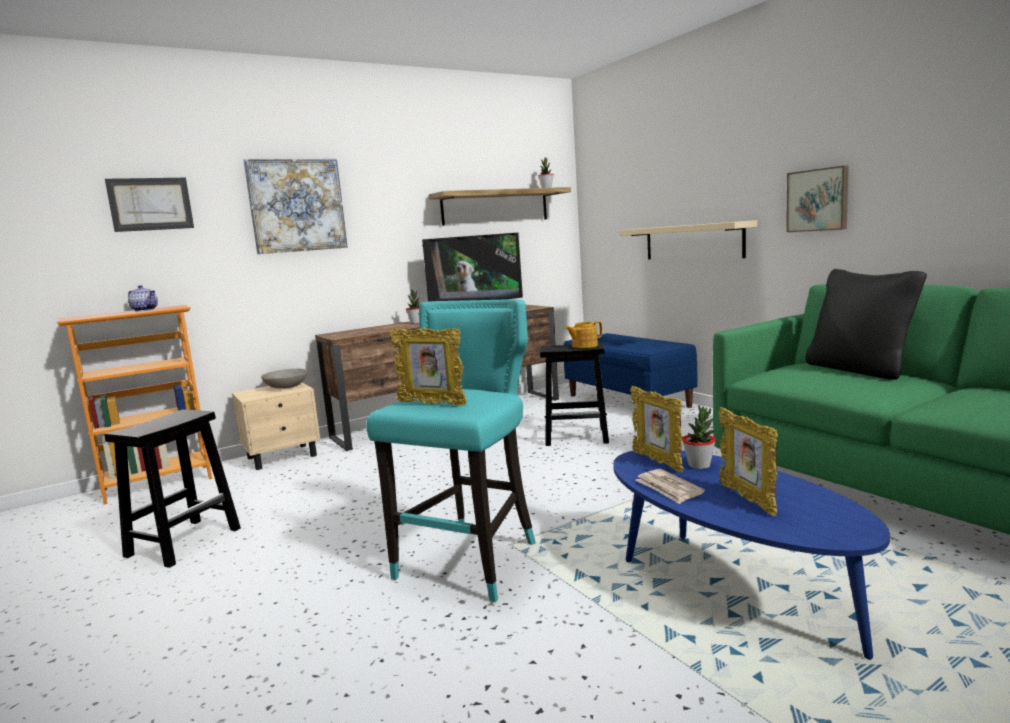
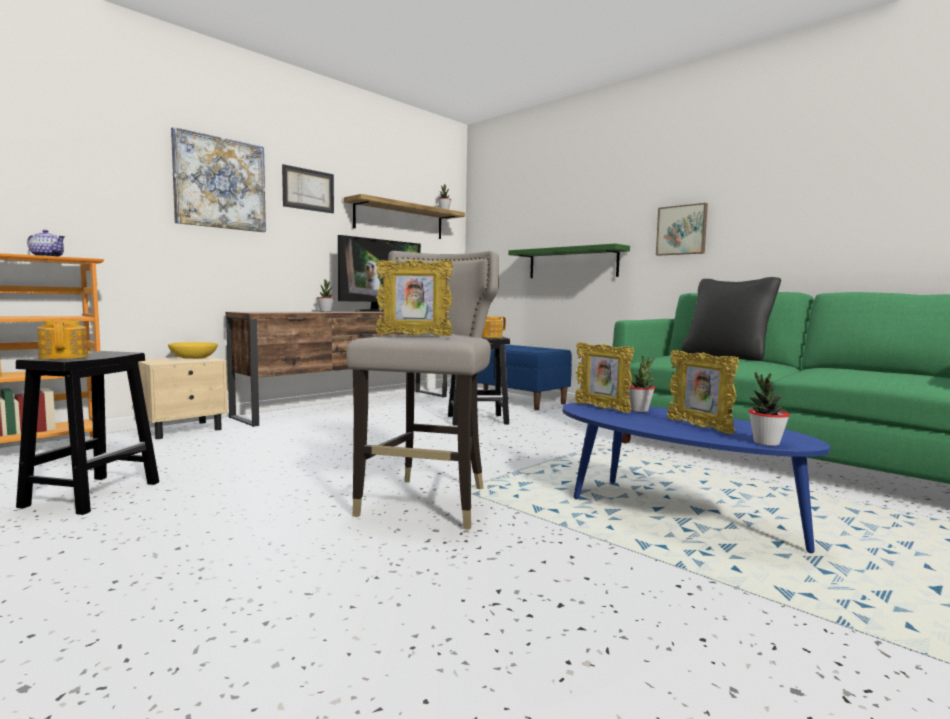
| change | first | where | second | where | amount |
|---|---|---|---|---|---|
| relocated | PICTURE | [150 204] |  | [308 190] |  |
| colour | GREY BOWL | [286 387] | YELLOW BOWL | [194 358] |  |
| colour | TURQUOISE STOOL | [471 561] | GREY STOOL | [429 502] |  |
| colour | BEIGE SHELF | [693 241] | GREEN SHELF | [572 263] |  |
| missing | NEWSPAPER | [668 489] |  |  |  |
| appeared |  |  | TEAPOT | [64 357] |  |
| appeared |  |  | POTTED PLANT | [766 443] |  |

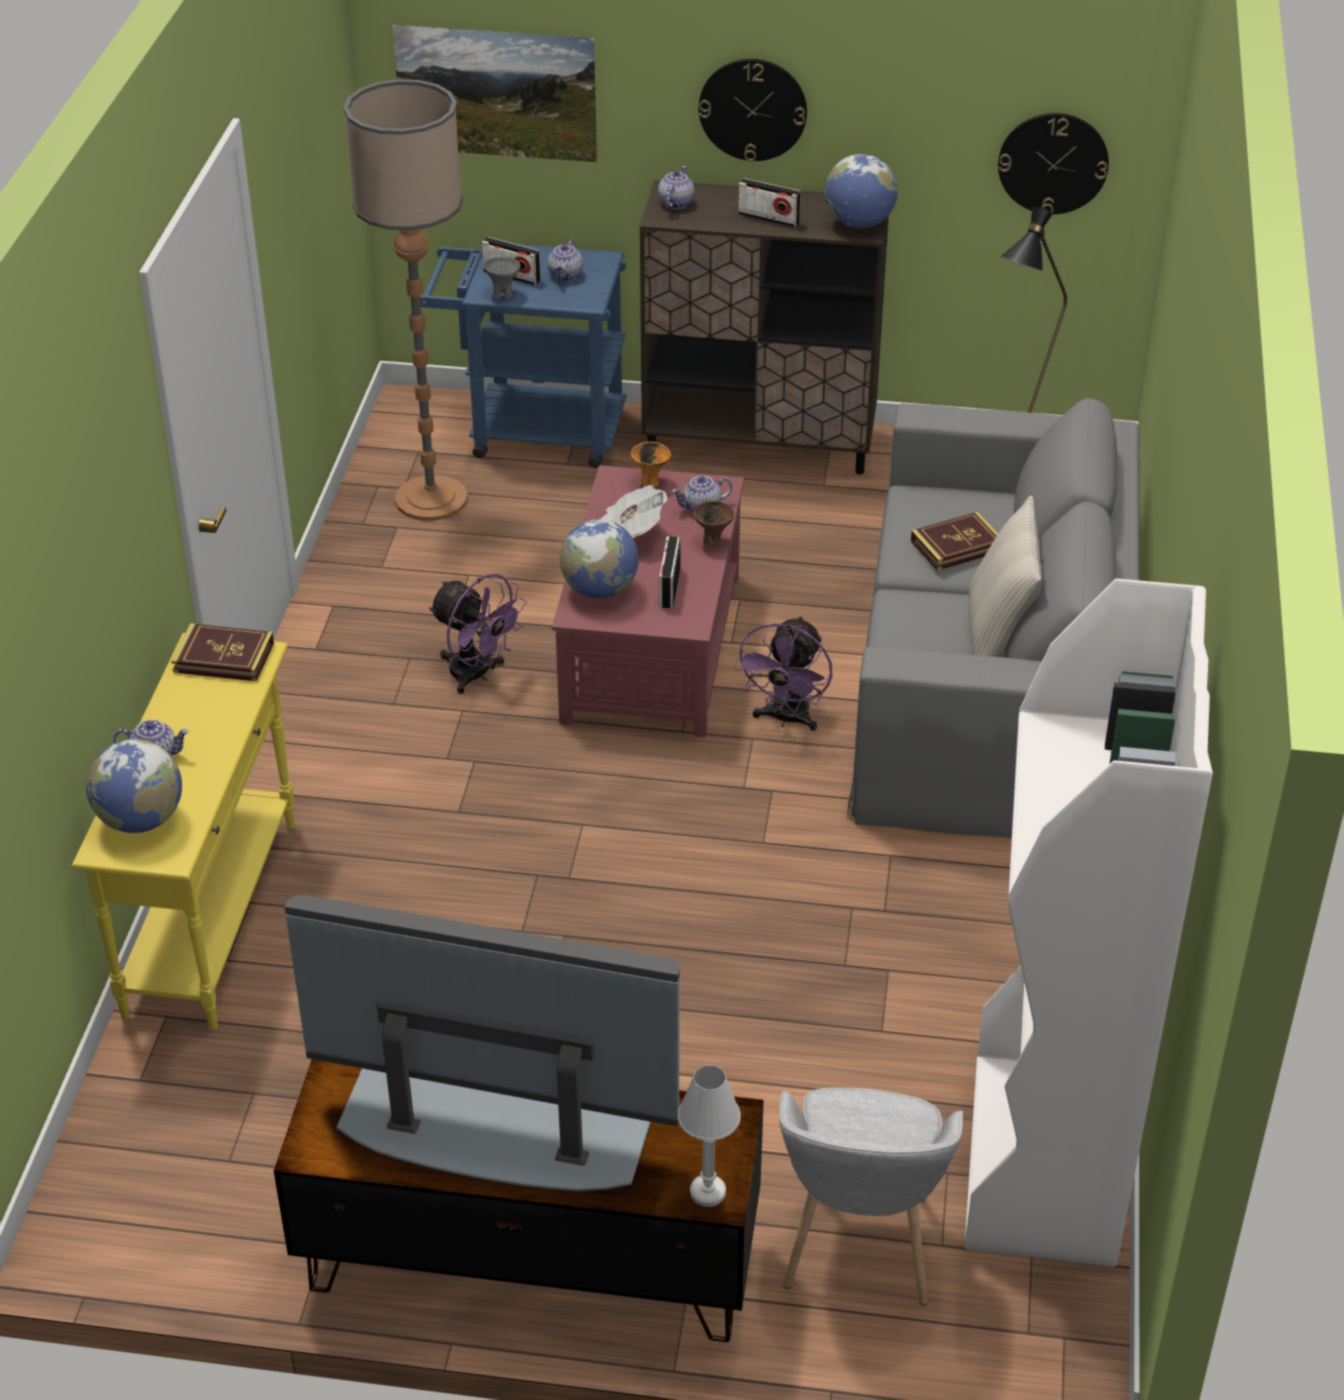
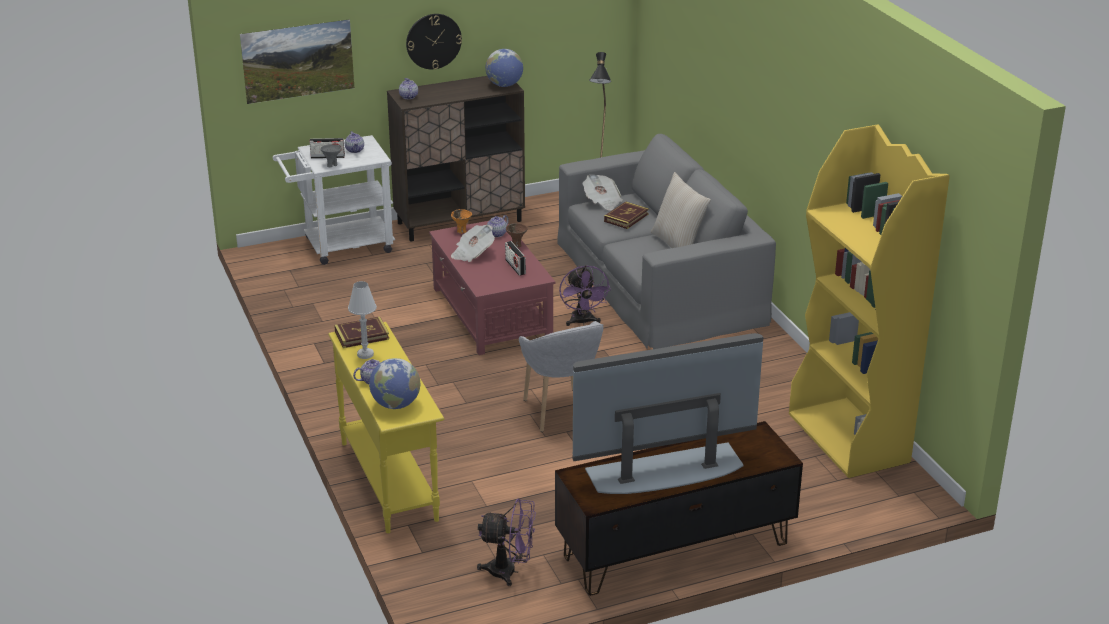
| change | first | where | second | where | amount |
|---|---|---|---|---|---|
| missing | FLOOR LAMP | [431 499] |  |  |  |
| colour | BLUE CART | [532 431] | WHITE CART | [340 246] |  |
| relocated | PURPLE FAN | [477 675] |  | [509 571] |  |
| missing | GLOBE | [599 590] |  |  |  |
| relocated | WHITE TABLE LAMP | [707 1192] |  | [365 354] |  |
| missing | RADIO | [768 218] |  |  |  |
| relocated | GREY ARMCHAIR | [859 1248] |  | [561 411] |  |
| colour | WHITE BOOKCASE | [1044 1162] | YELLOW BOOKCASE | [849 438] |  |
| missing | WALL CLOCK | [1053 163] |  |  |  |
| appeared |  |  | NEWSPAPER | [602 202] |  |

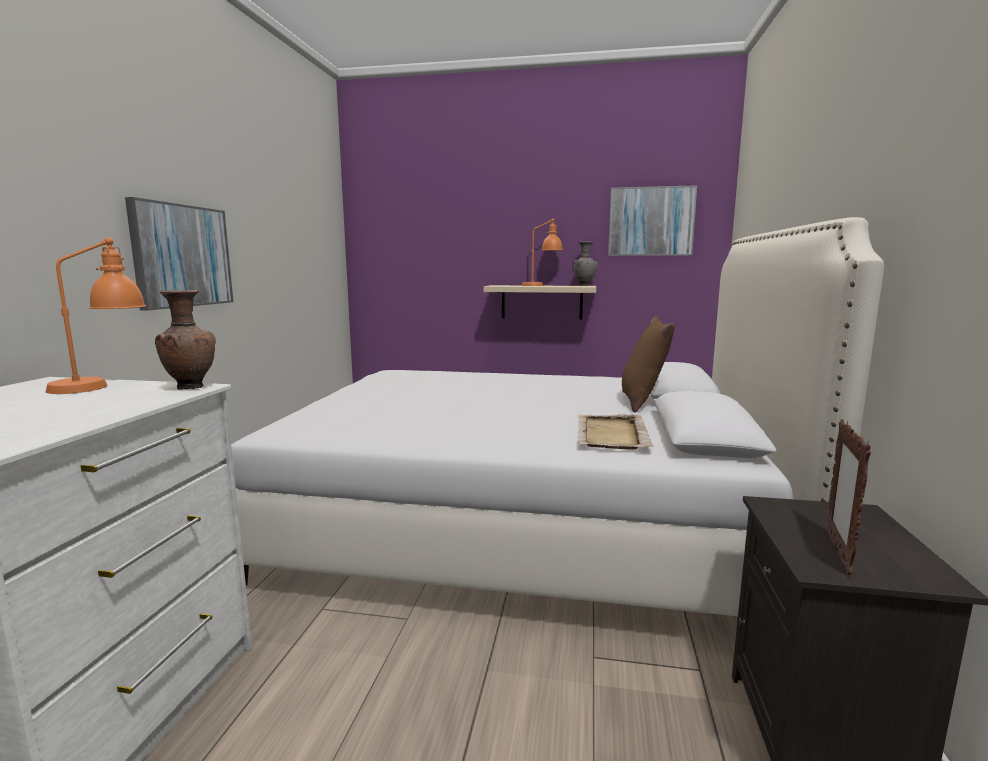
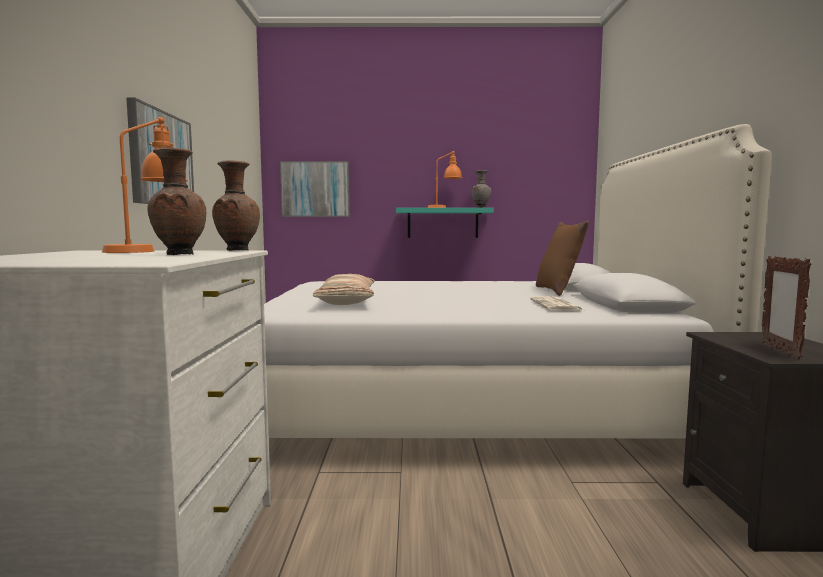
| change | first | where | second | where | amount |
|---|---|---|---|---|---|
| colour | BEIGE SHELF | [541 302] | TURQUOISE SHELF | [442 223] |  |
| exchanged | BEIGE TRAY | [611 434] | NEWSPAPER | [556 305] |  |
| relocated | PICTURE | [651 221] |  | [315 189] |  |
| appeared |  |  | BROWN VASE | [178 255] |  |
| appeared |  |  | PILLOW | [347 301] |  |

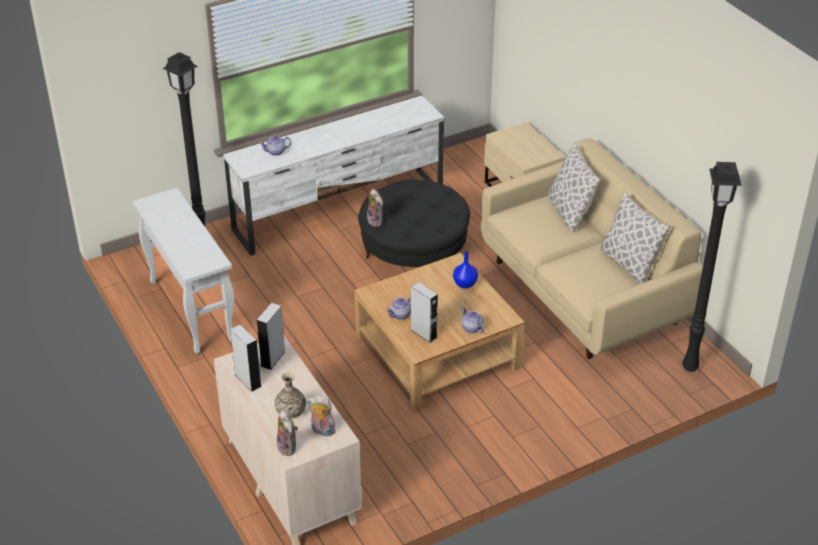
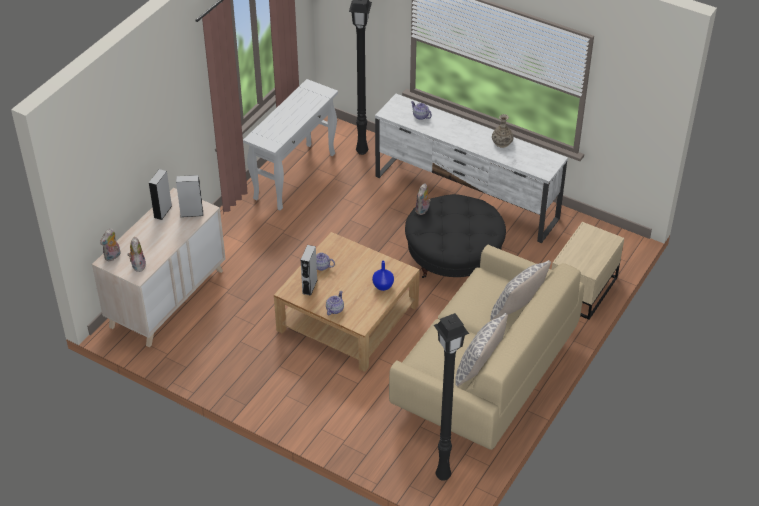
| change | first | where | second | where | amount |
|---|---|---|---|---|---|
| relocated | VASE | [291 411] |  | [502 142] |  |

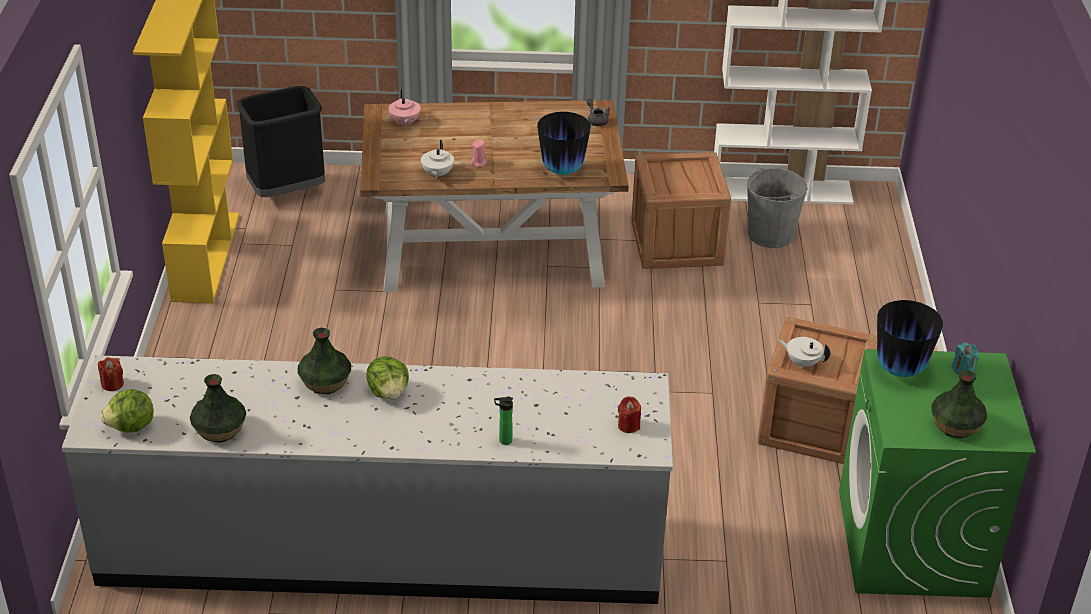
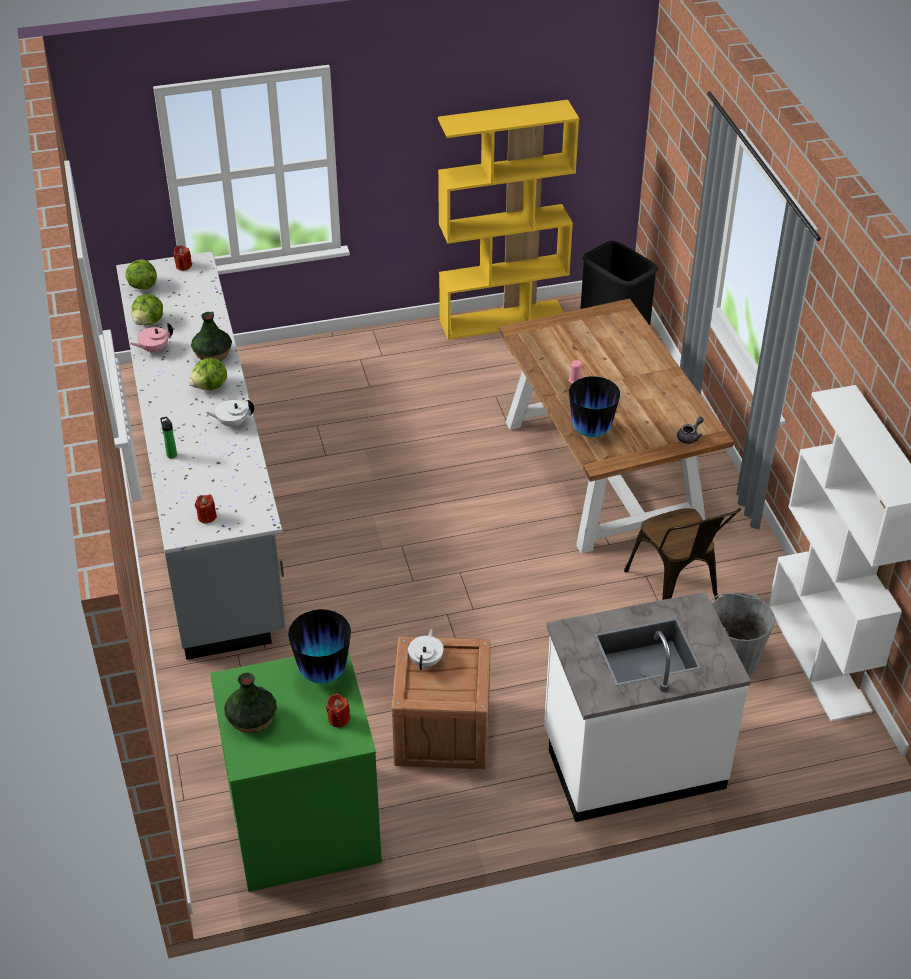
| change | first | where | second | where | amount |
|---|---|---|---|---|---|
| exchanged | VASE | [220 429] | LETTUCE | [149 322] |  |
| relocated | PINK TEAPOT | [404 122] |  | [154 349] |  |
| relocated | WHITE TEAPOT | [437 174] |  | [232 423] |  |
| exchanged | CRATE | [676 243] | BROWN CHAIR | [677 591] |  |
| colour | TURQUOISE CANDLE | [962 369] | RED CANDLE | [338 719] |  |
| appeared |  |  | WHITE COUNTER | [632 760] |  |

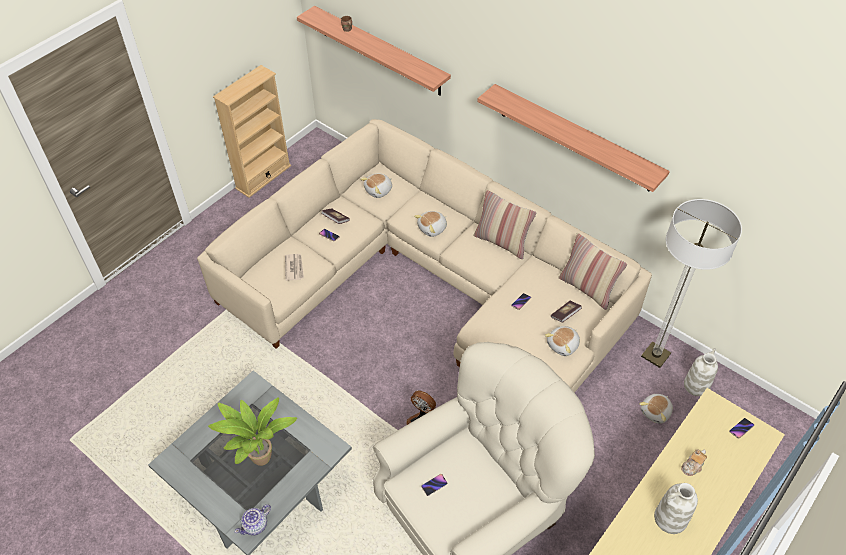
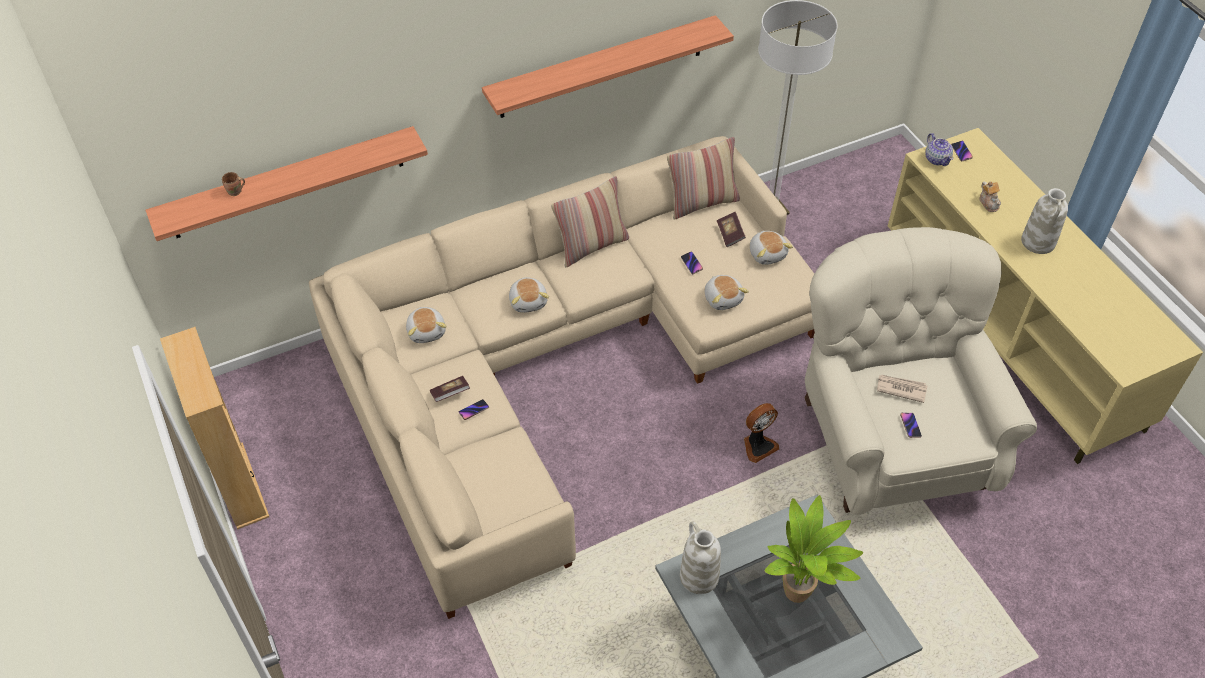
| change | first | where | second | where | amount |
|---|---|---|---|---|---|
| relocated | TEAPOT | [255 525] |  | [937 159] |  |
| relocated | NEWSPAPER | [294 268] |  | [901 388] |  |
| relocated | PLUSH TOY | [656 412] |  | [723 298] |  |
| relocated | WHITE VASE | [696 385] |  | [698 576] |  |

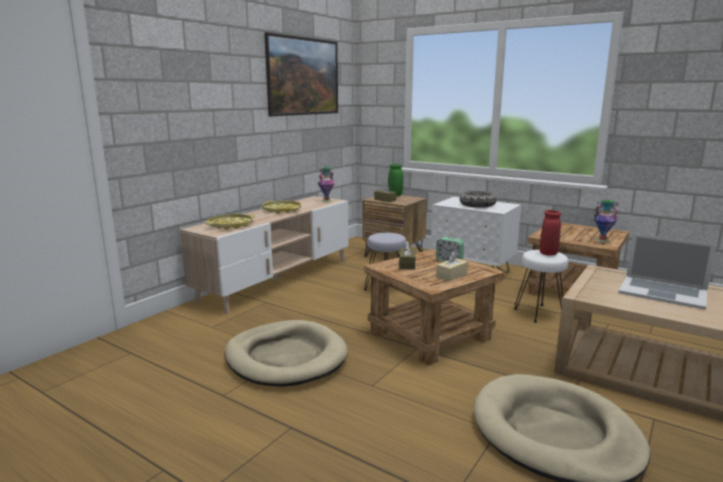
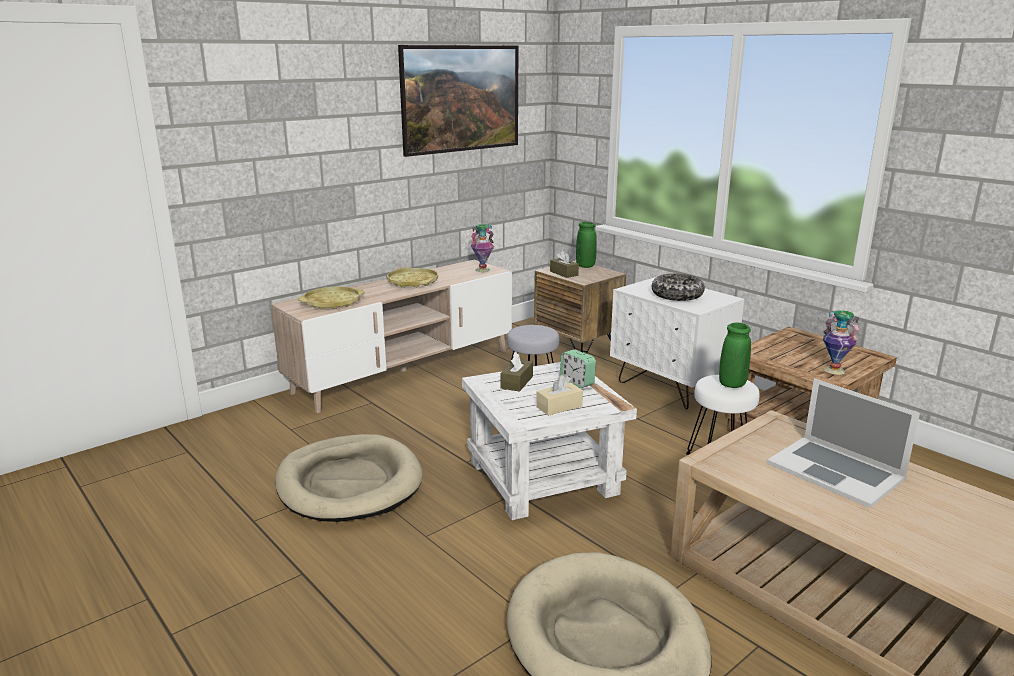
| change | first | where | second | where | amount |
|---|---|---|---|---|---|
| colour | BROWN SIDE TABLE | [431 336] | WHITE SIDE TABLE | [545 478] |  |
| colour | RED VASE | [548 253] | GREEN VASE | [732 384] |  |

